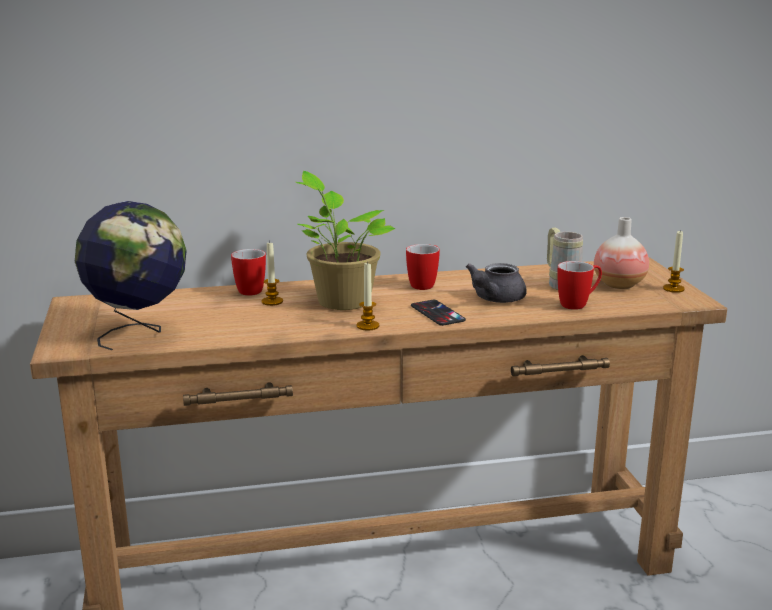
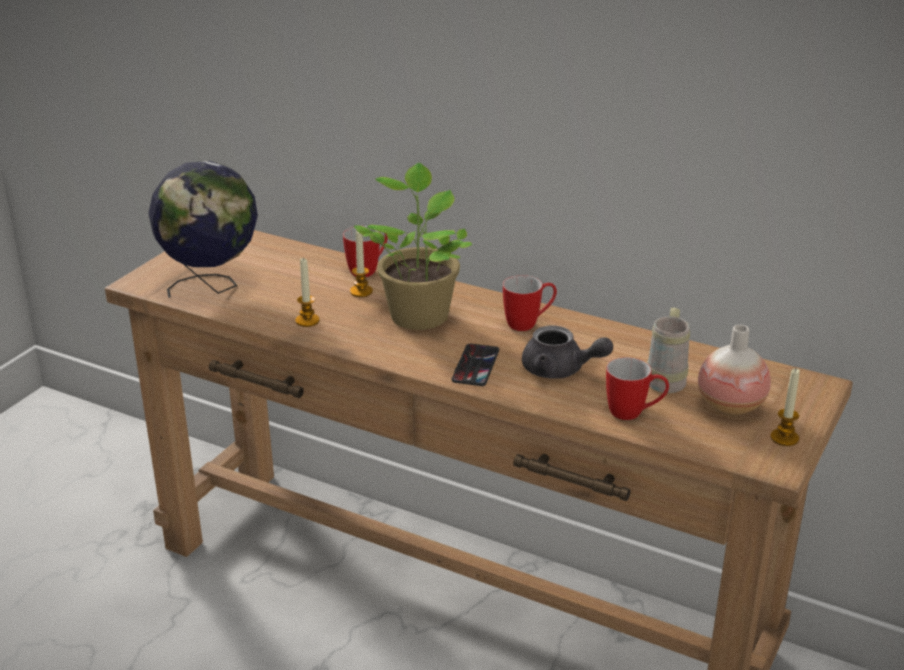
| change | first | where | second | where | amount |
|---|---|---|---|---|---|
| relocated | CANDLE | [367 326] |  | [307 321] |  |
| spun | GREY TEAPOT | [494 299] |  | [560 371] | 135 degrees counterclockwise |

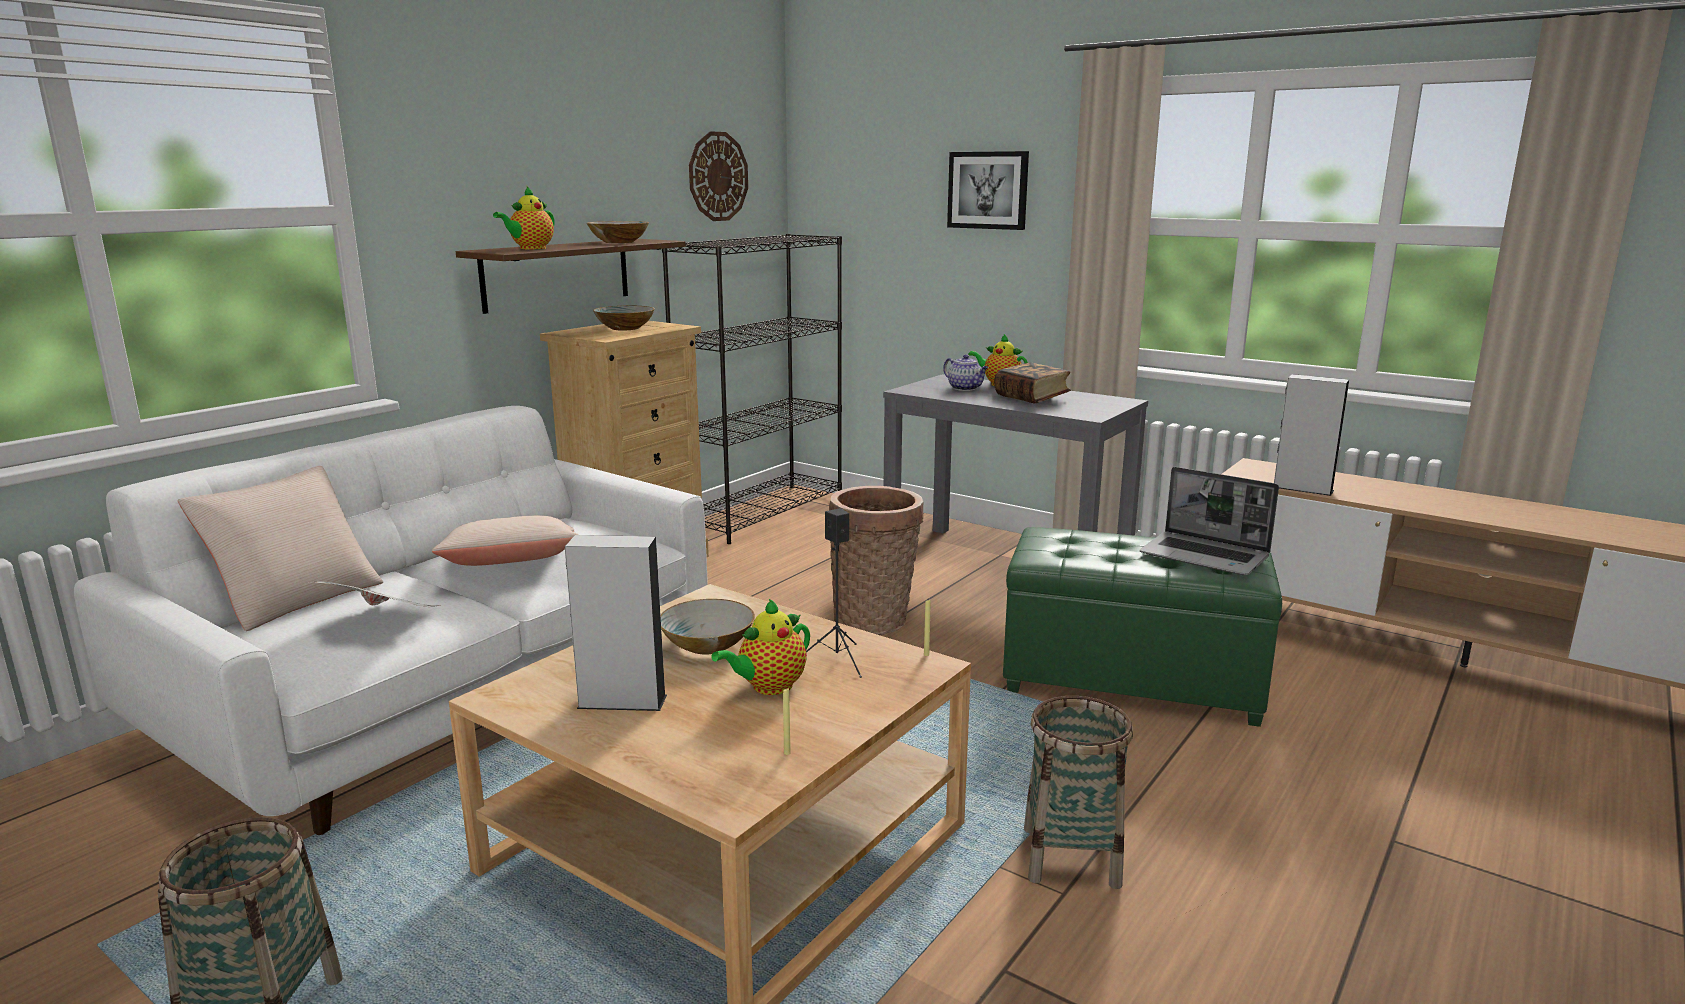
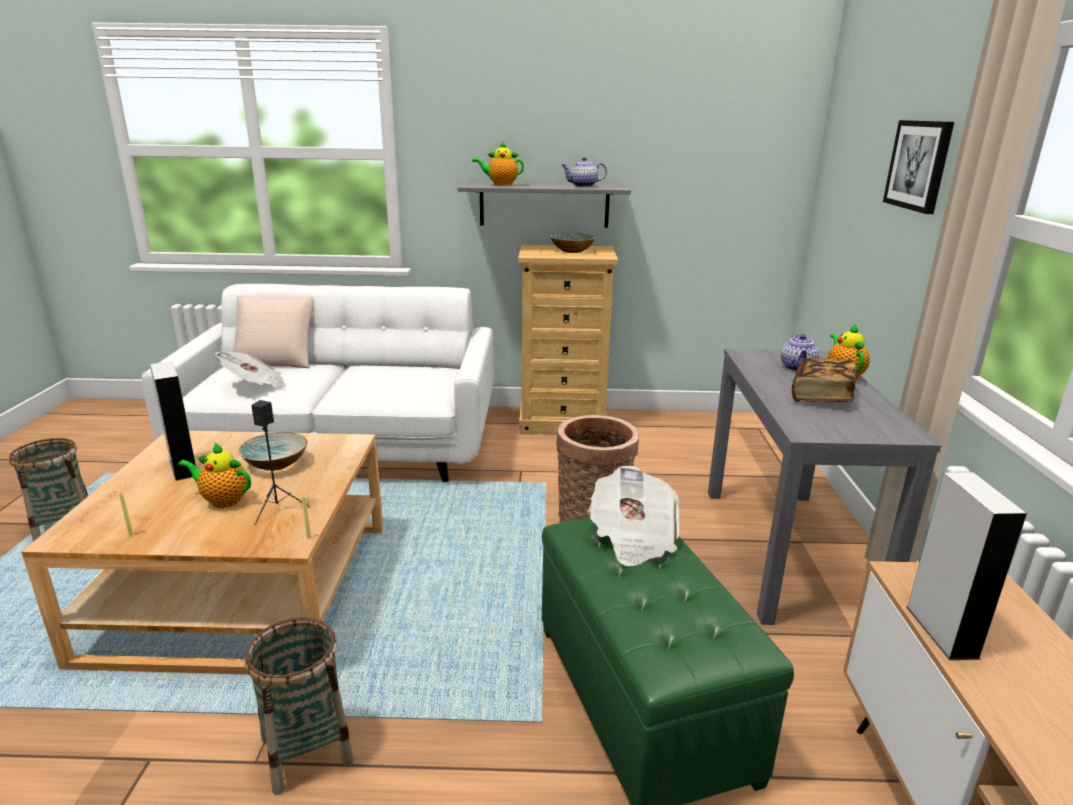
| change | first | where | second | where | amount |
|---|---|---|---|---|---|
| missing | BEIGE PILLOW | [511 565] |  |  |  |
| colour | BROWN SHELF | [557 274] | GREY SHELF | [544 205] |  |
| exchanged | BOWL | [619 242] | TEAPOT | [582 186] |  |
| missing | BLACK BOOKCASE | [763 512] |  |  |  |
| missing | WALL CLOCK | [718 176] |  |  |  |
| missing | LAPTOP | [1206 556] |  |  |  |
| appeared |  |  | NEWSPAPER | [633 538] |  |

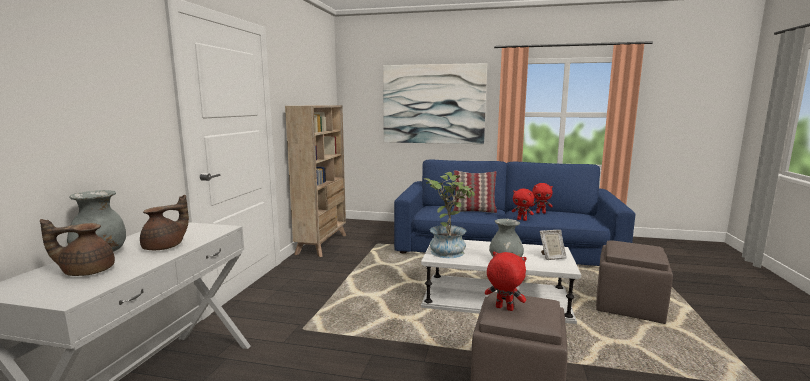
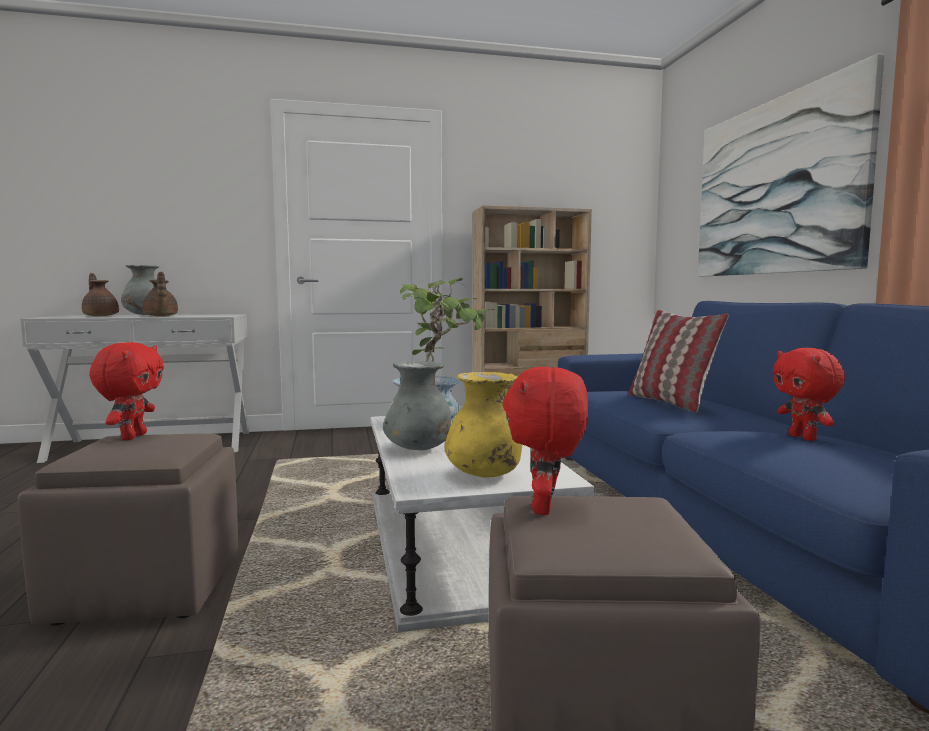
| change | first | where | second | where | amount |
|---|---|---|---|---|---|
| spun | BROWN TEAPOT | [165 247] |  | [160 316] | 45 degrees clockwise |
| relocated | RED PLUSH TOY | [522 219] |  | [545 508] |  |
| exchanged | PICTURE FRAME | [552 257] | YELLOW VASE | [485 475] |  |

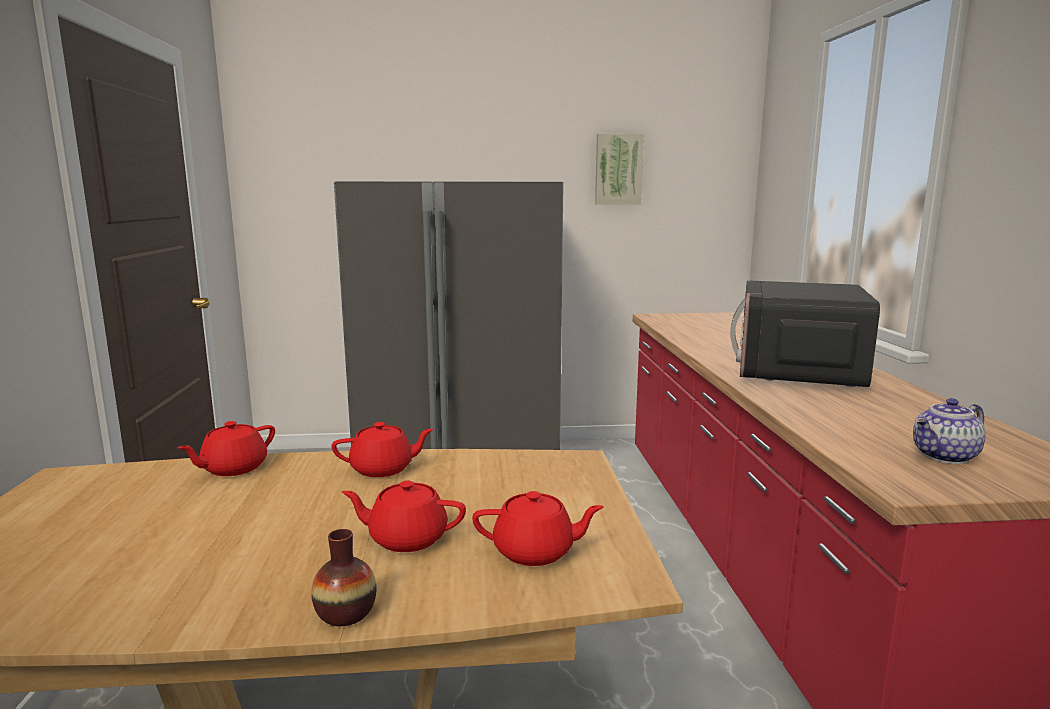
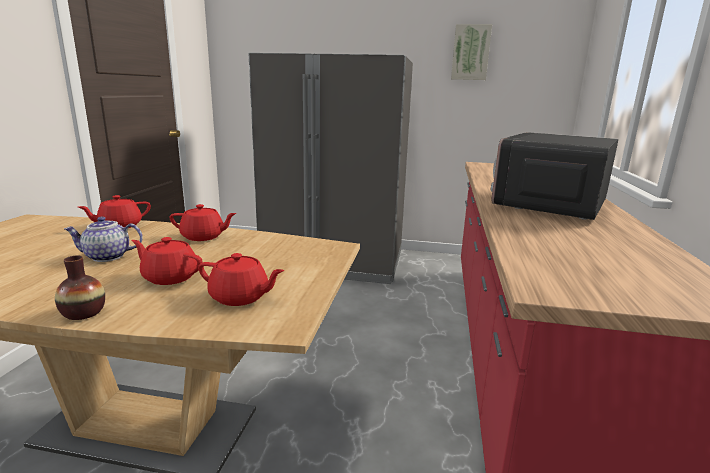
| change | first | where | second | where | amount |
|---|---|---|---|---|---|
| relocated | TEAPOT | [945 457] |  | [106 257] |  |

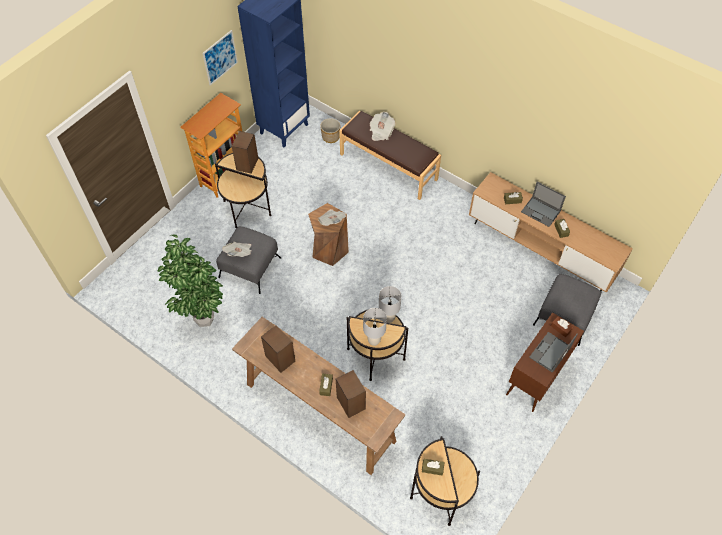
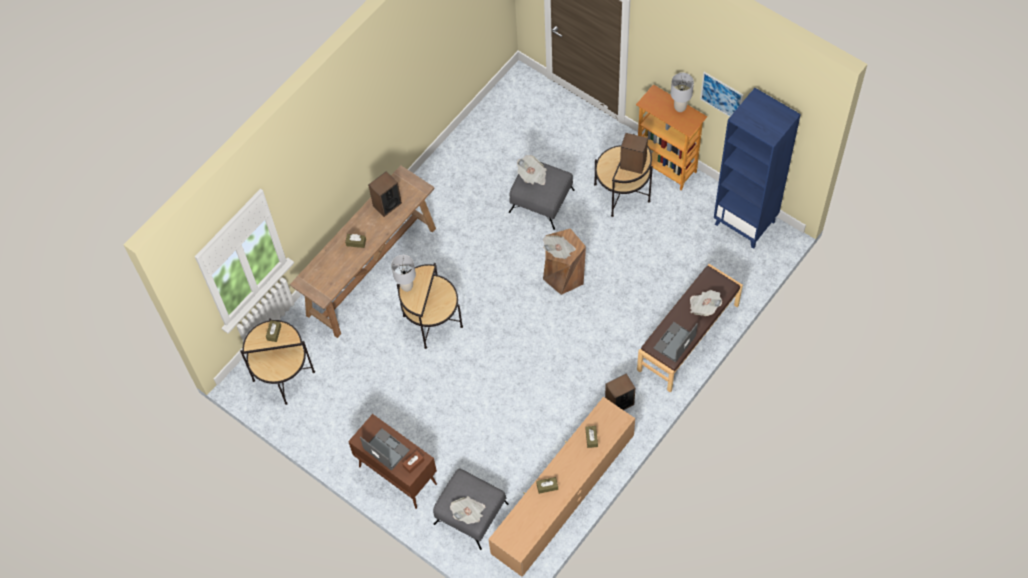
| change | first | where | second | where | amount |
|---|---|---|---|---|---|
| missing | POTTED PLANT | [203 321] |  |  |  |
| missing | PLANTER | [331 137] |  |  |  |
| relocated | SPEAKER | [351 403] |  | [619 402] |  |
| relocated | GREY TABLE LAMP | [389 318] |  | [680 108] |  |
| relocated | LAPTOP | [541 211] |  | [674 342] |  |
| appeared |  |  | NEWSPAPER | [469 513] |  |

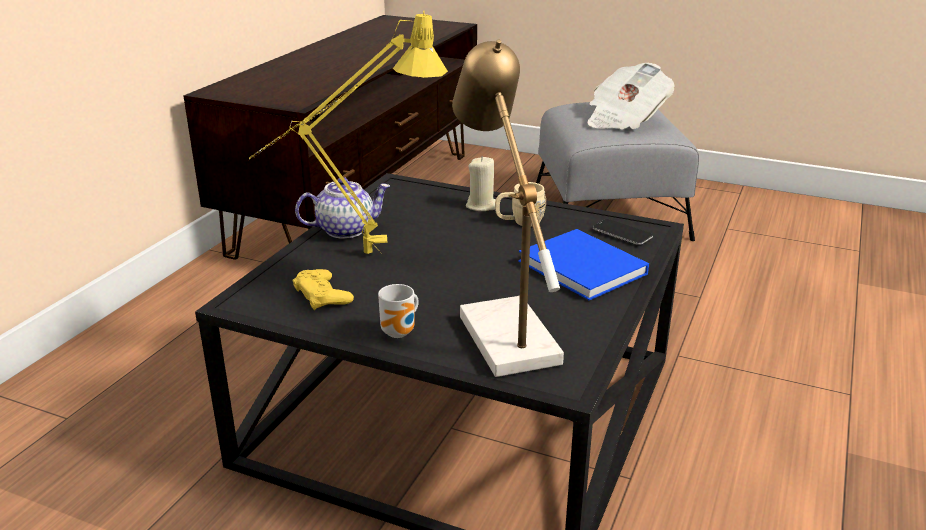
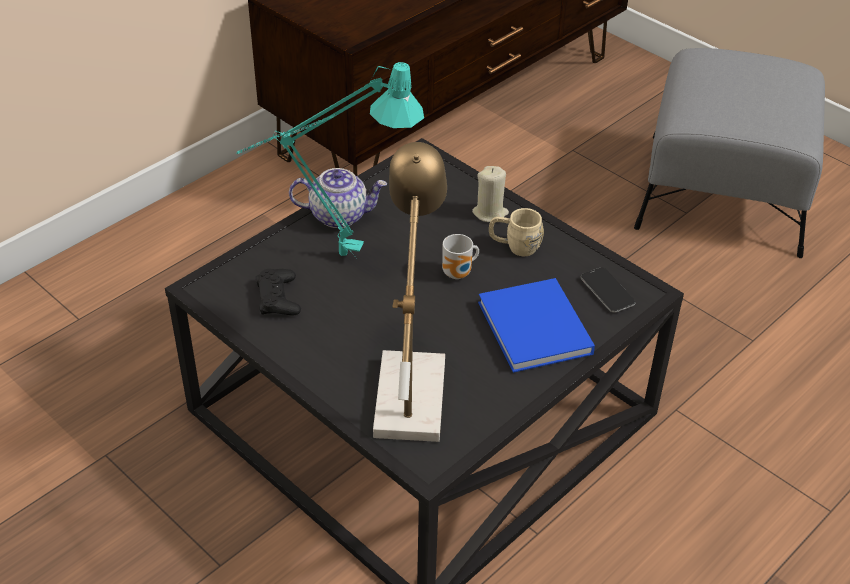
| change | first | where | second | where | amount |
|---|---|---|---|---|---|
| colour | YELLOW TABLE LAMP | [355 256] | TURQUOISE TABLE LAMP | [331 254] |  |
| colour | YELLOW GAME CONTROLLER | [322 295] | BLACK GAME CONTROLLER | [278 298] |  |
| relocated | MUG | [401 332] |  | [459 274] |  |
| missing | NEWSPAPER | [624 120] |  |  |  |

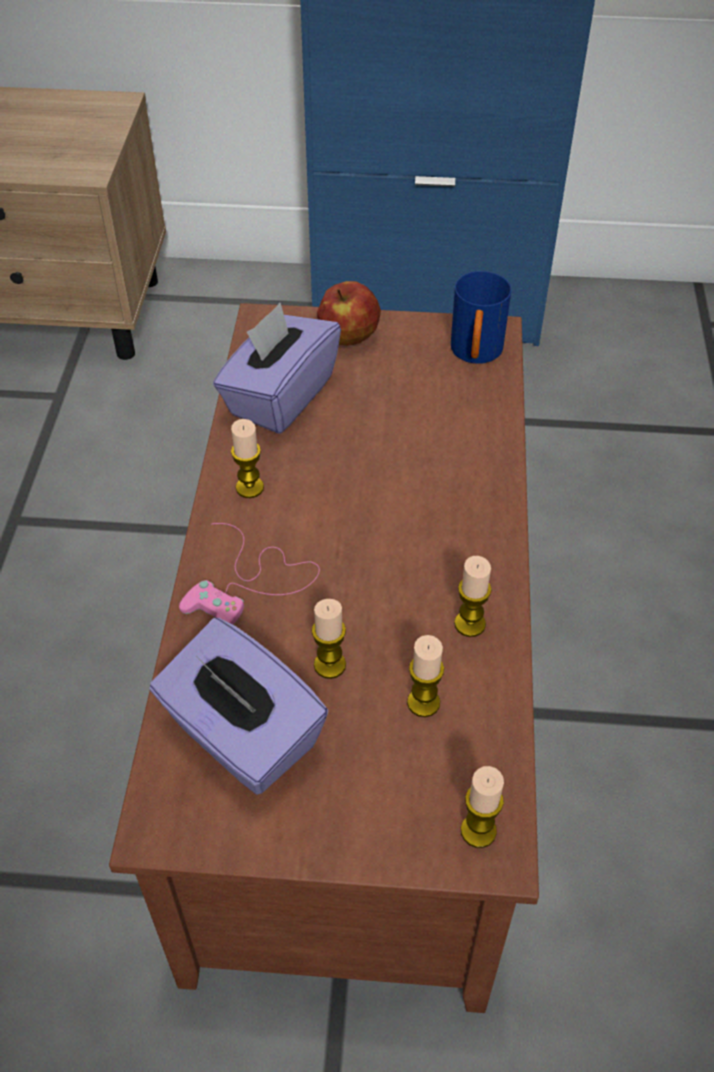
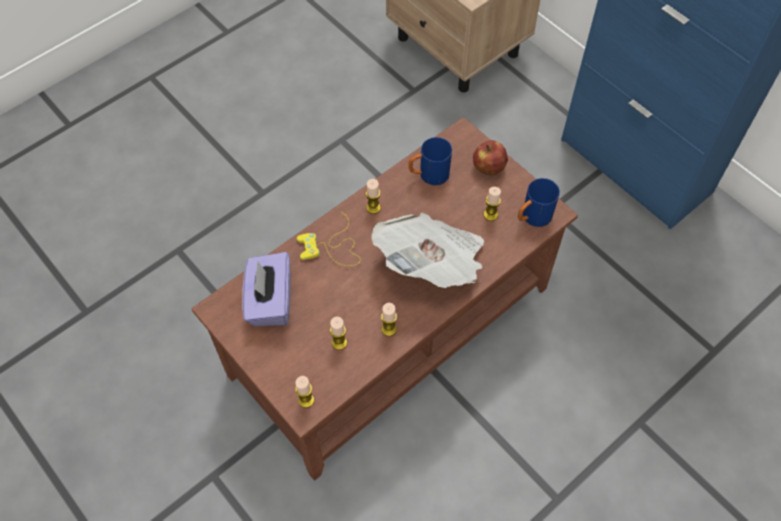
| change | first | where | second | where | amount |
|---|---|---|---|---|---|
| colour | PINK GAME CONTROLLER | [250 583] | YELLOW GAME CONTROLLER | [332 247] |  |
| exchanged | PURPLE TISSUE BOX | [280 396] | BLUE MUG | [428 175] |  |
| relocated | CANDLE | [329 665] |  | [490 215] |  |
| appeared |  |  | NEWSPAPER | [432 263] |  |

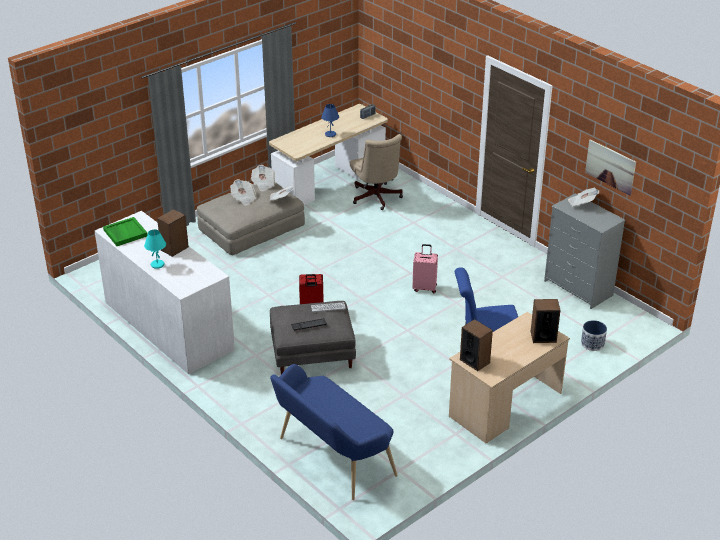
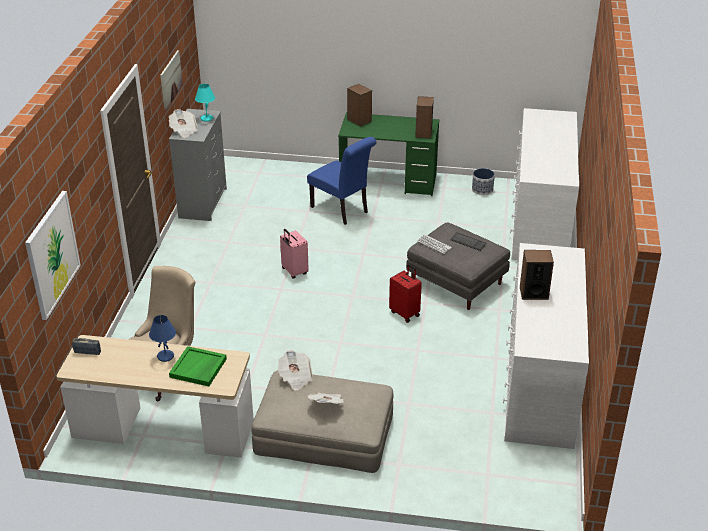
| change | first | where | second | where | amount |
|---|---|---|---|---|---|
| relocated | GREEN TRAY | [125 233] |  | [198 368] |  |
| relocated | TURQUOISE TABLE LAMP | [158 264] |  | [206 118] |  |
| missing | NEWSPAPER | [263 184] |  |  |  |
| exchanged | BLUE BENCH | [331 458] | WHITE DRESSER | [540 220] |  |
| colour | BEIGE DESK | [505 405] | GREEN DESK | [388 181] |  |
| relocated | PLANTER | [592 344] |  | [482 190] |  |
| appeared |  |  | PICTURE | [52 254] |  |

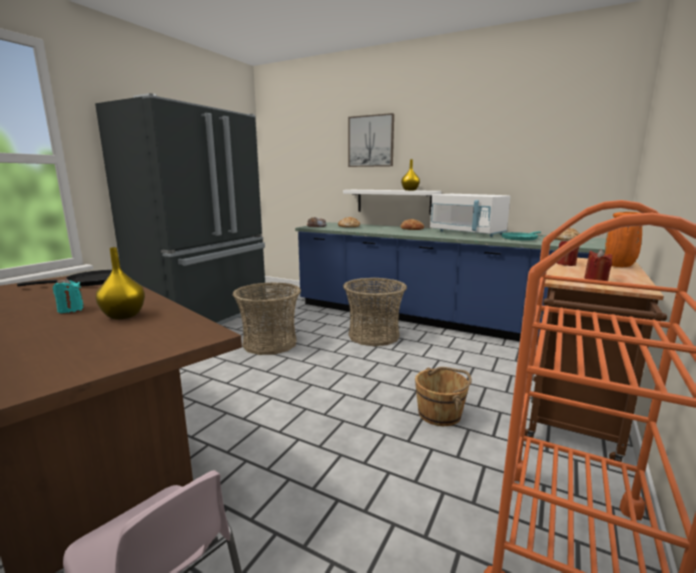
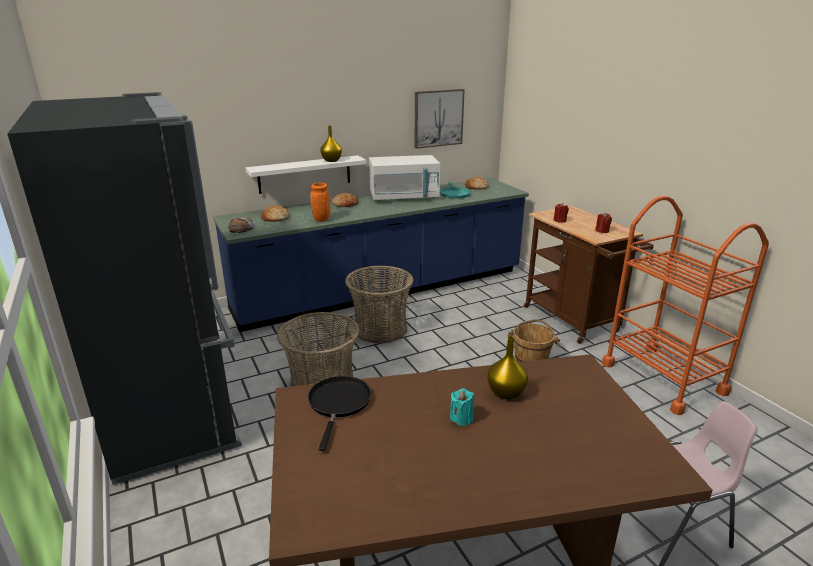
| change | first | where | second | where | amount |
|---|---|---|---|---|---|
| relocated | PICTURE | [371 141] |  | [438 118] |  |
| relocated | ORANGE VASE | [619 266] |  | [321 220] |  |

